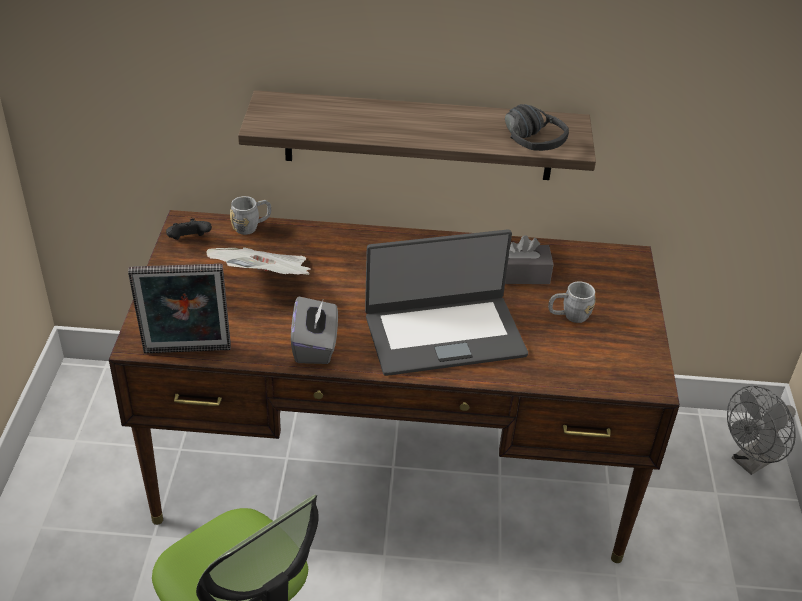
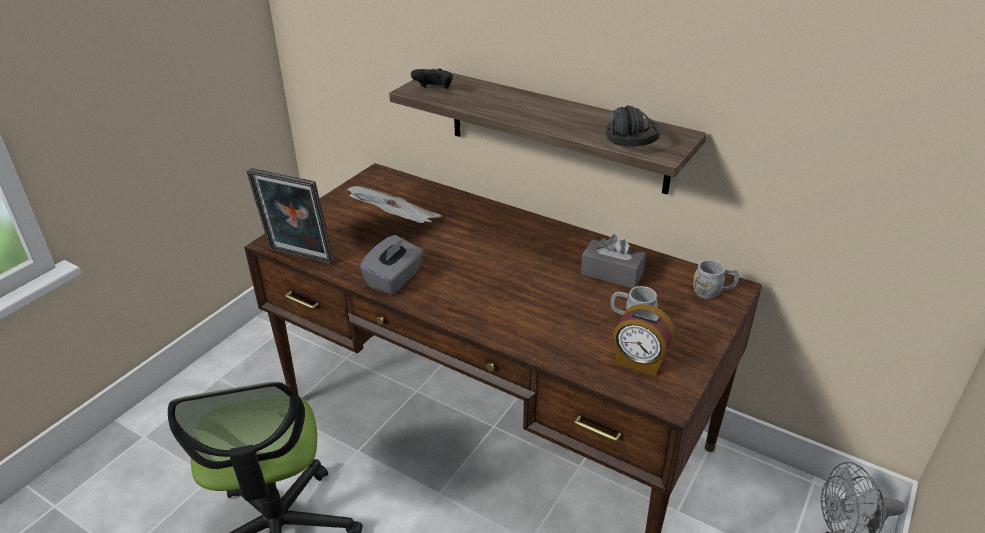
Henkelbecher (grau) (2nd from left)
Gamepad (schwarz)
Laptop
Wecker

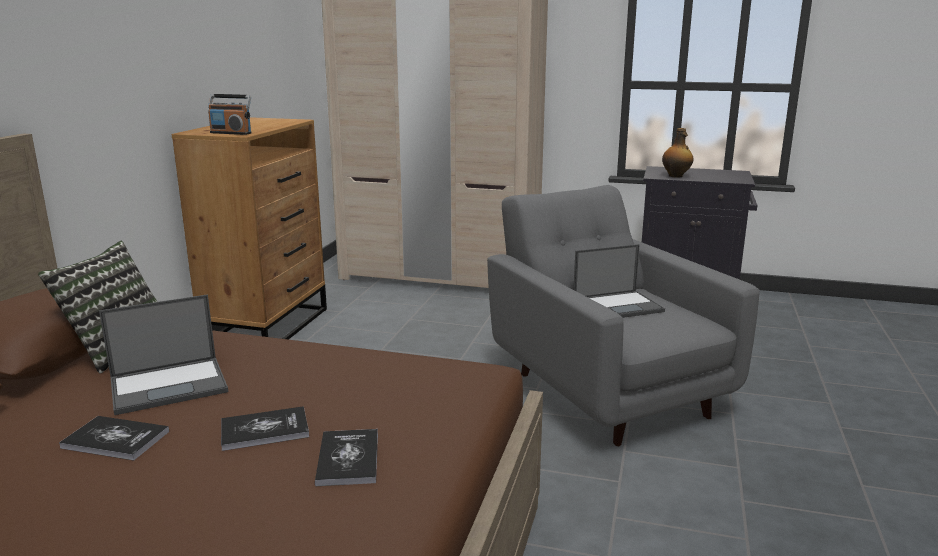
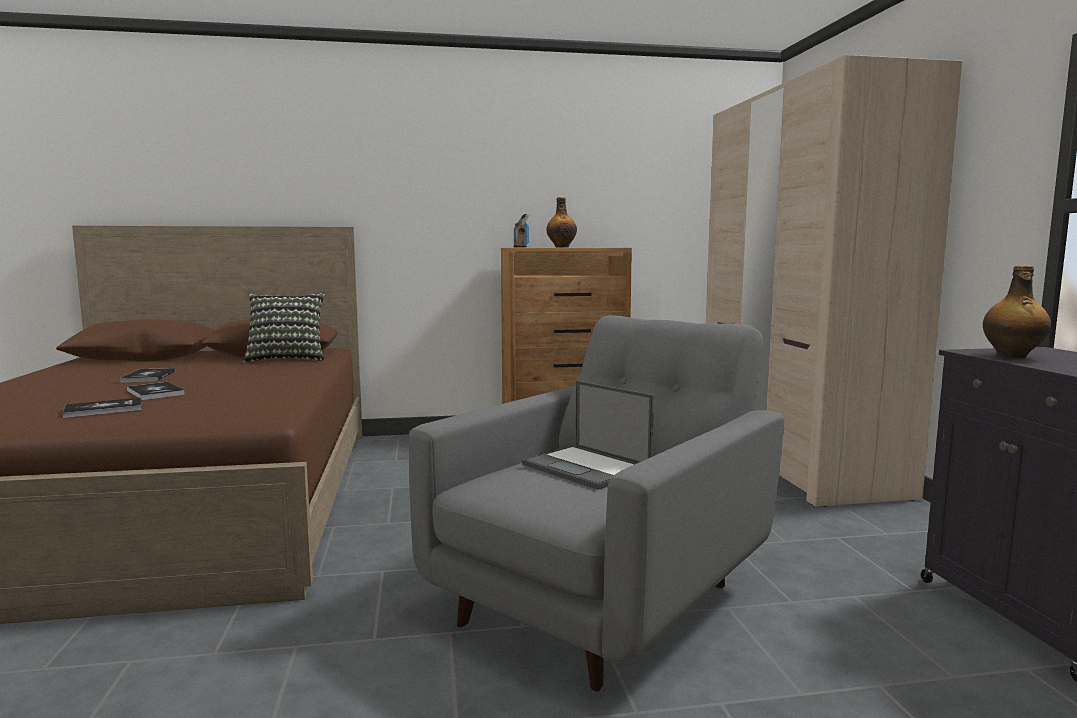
Laptop (1st from left in the first image)
Flasche (1st from left)

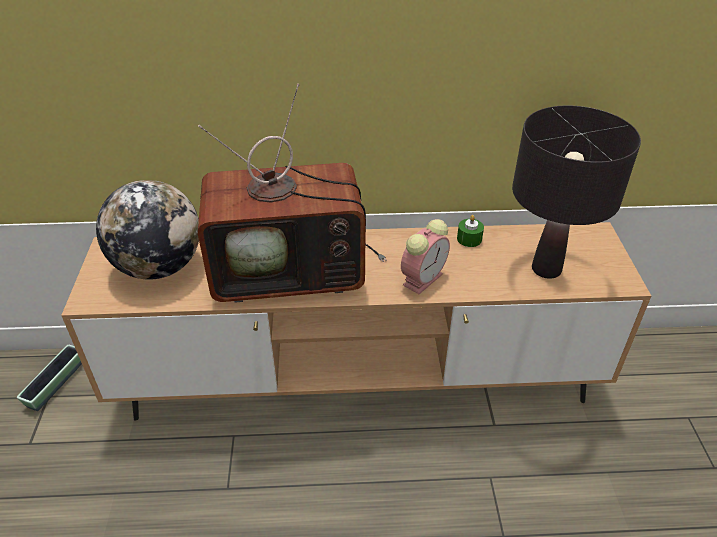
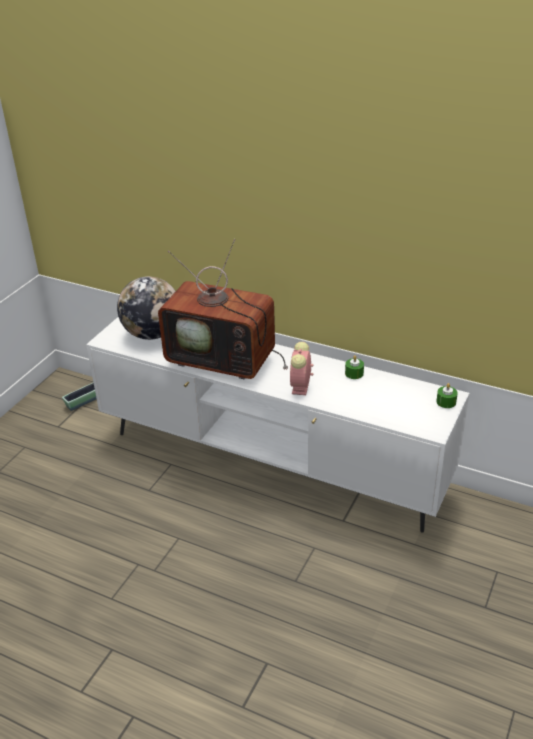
Tischlampe (schwarz)
Wecker
Fernsehschrank (weiß)
Kerze (grün) (2nd from left)

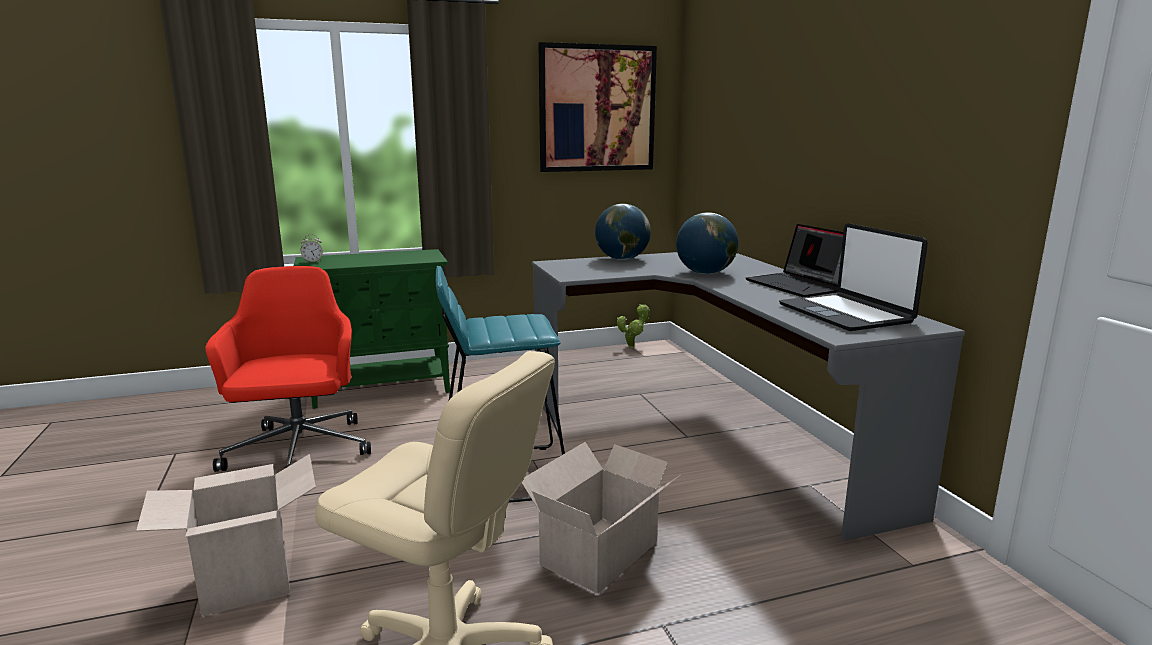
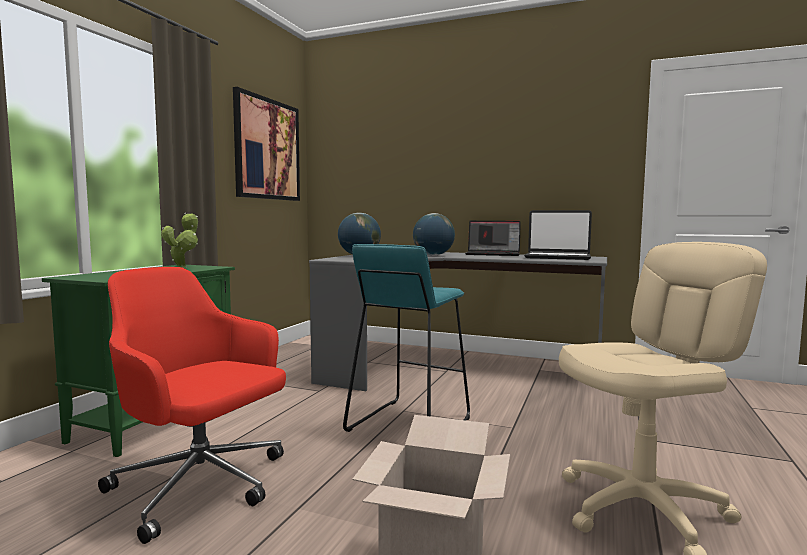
Wecker
Topfpflanze
Karton (2nd from left in the first image)

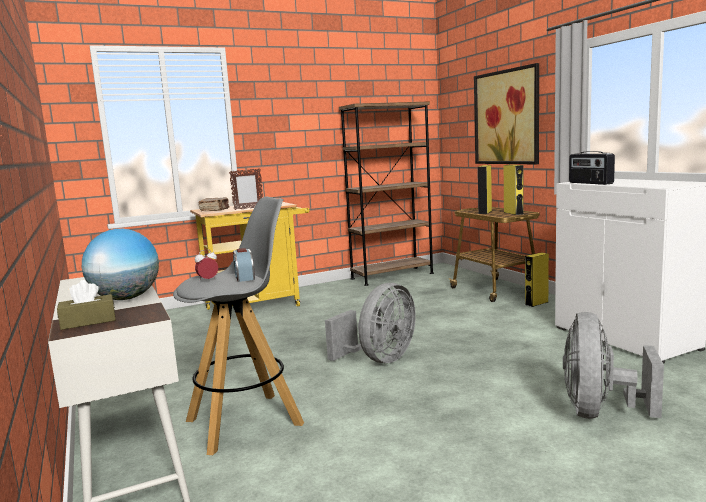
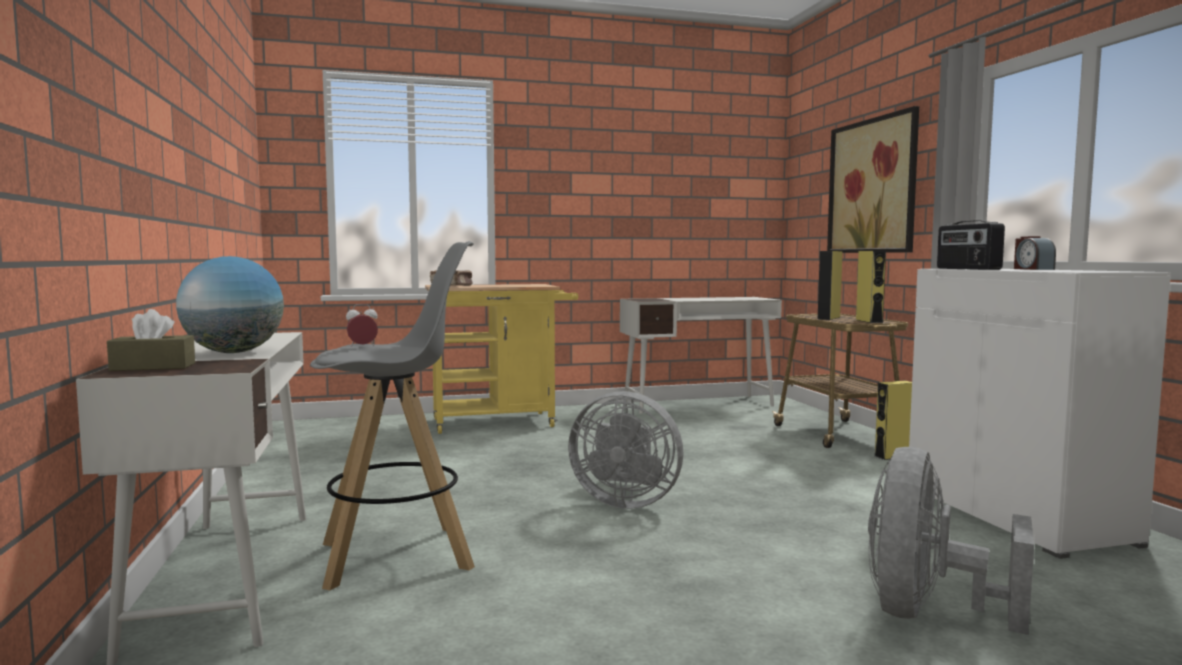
Schreibtisch (weiß) (2nd from left)
Bilderrahmen
Wecker (2nd from left)
Ventilator (grau) (1st from left)

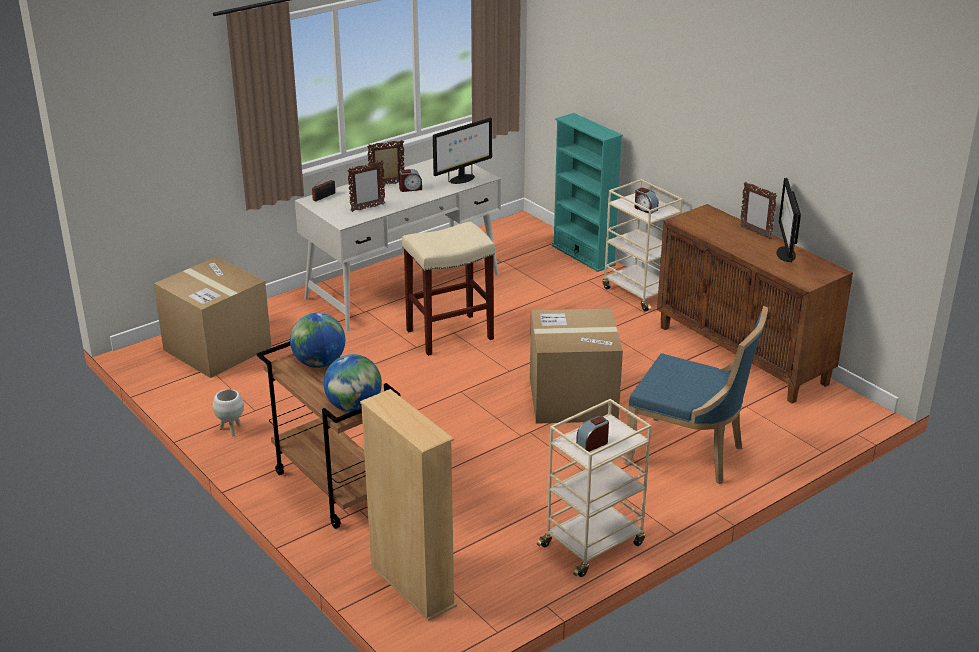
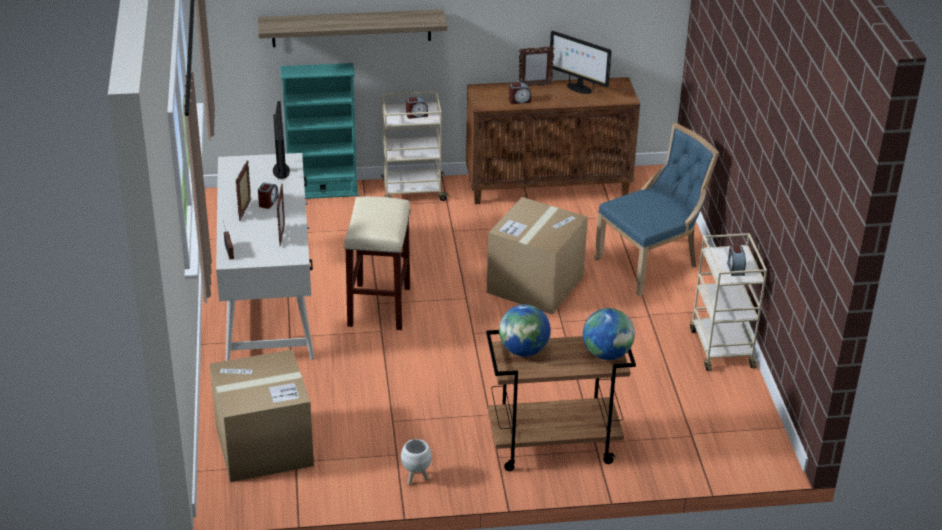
Bücherregal (beige)
Wandregal
Wecker (3rd from left)

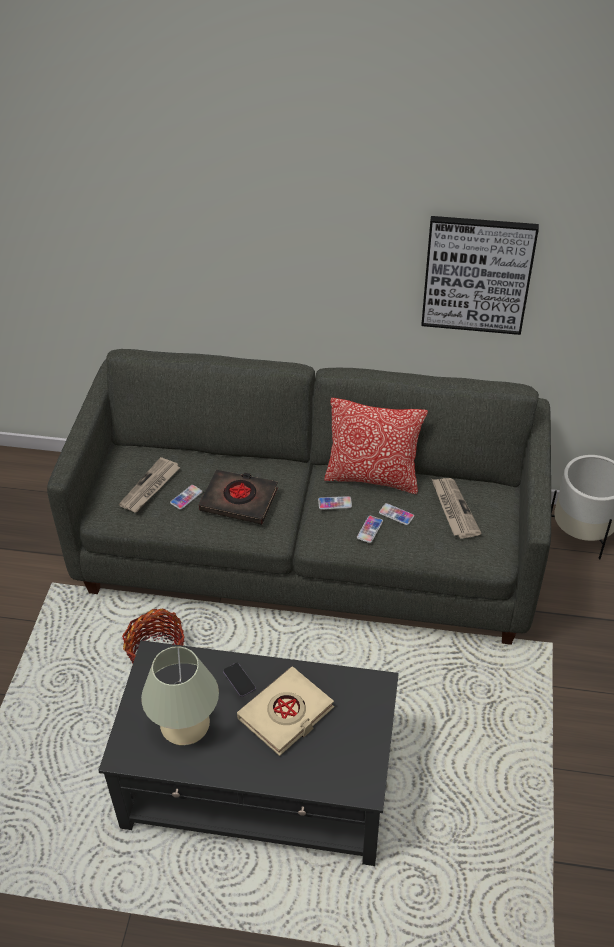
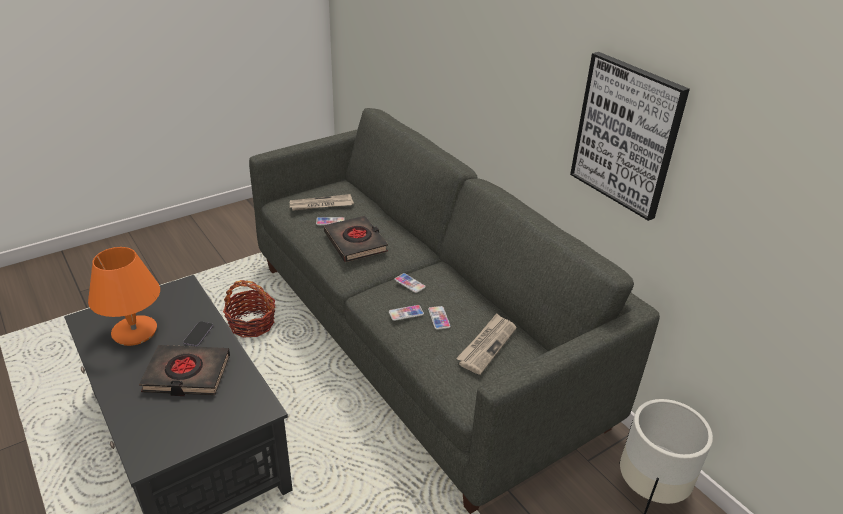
Kissen
Tischlampe (orange)
Buch (schwarz) (1st from left)

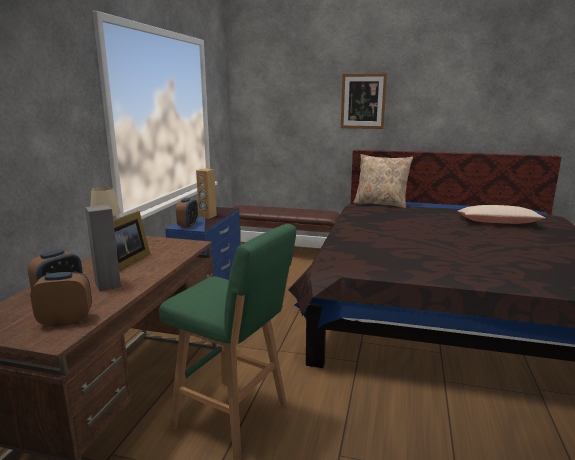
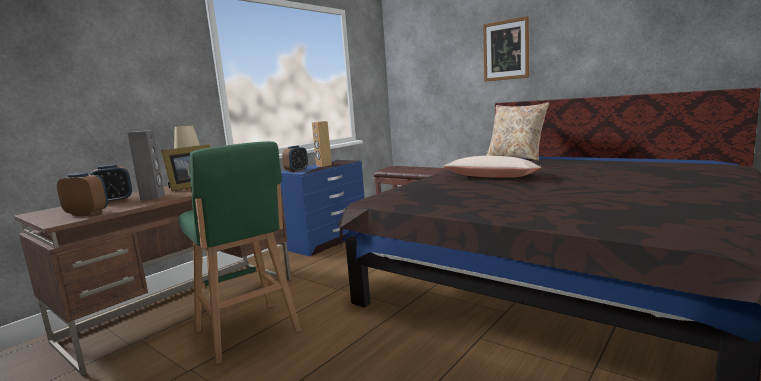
Kissen (beige) (1st from left)

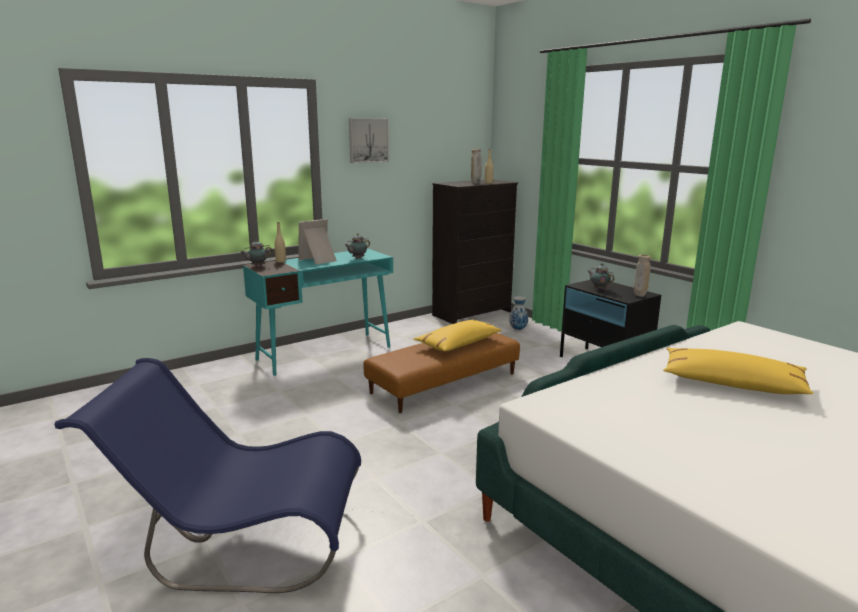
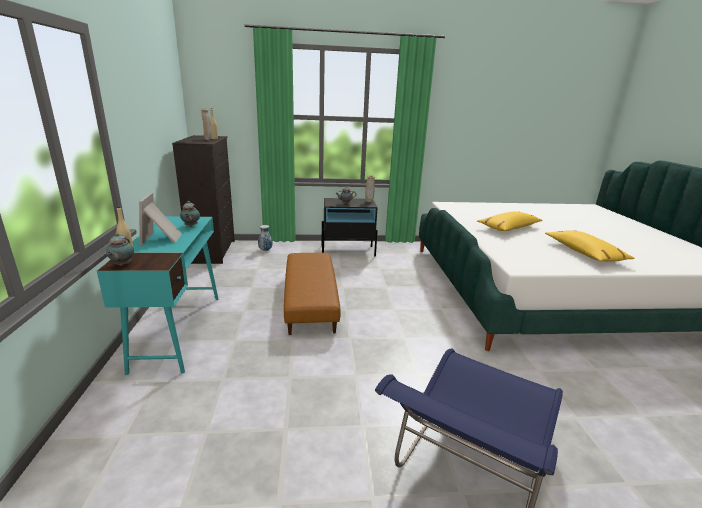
Bild
Kissen (gelb) (2nd from left)

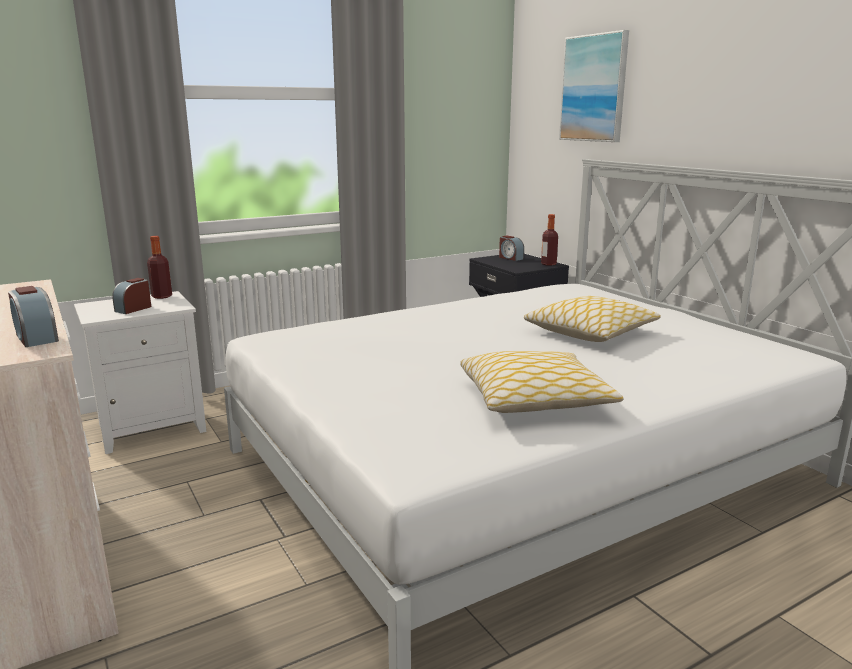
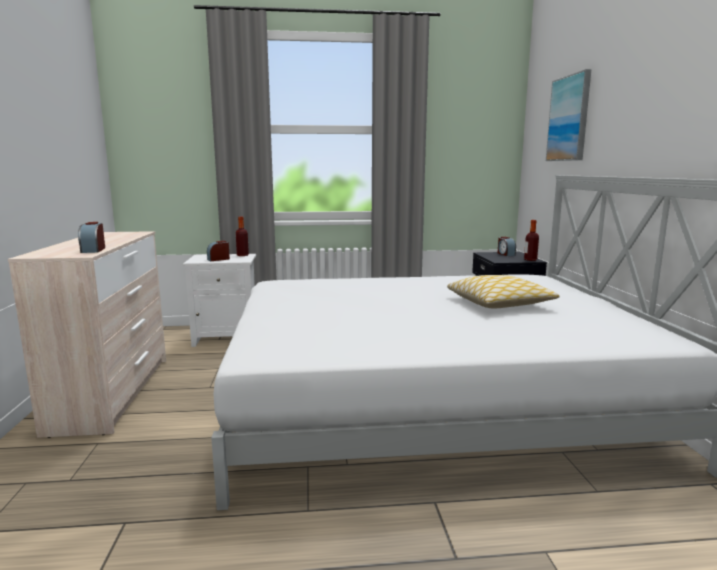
Kissen (1st from left in the first image)

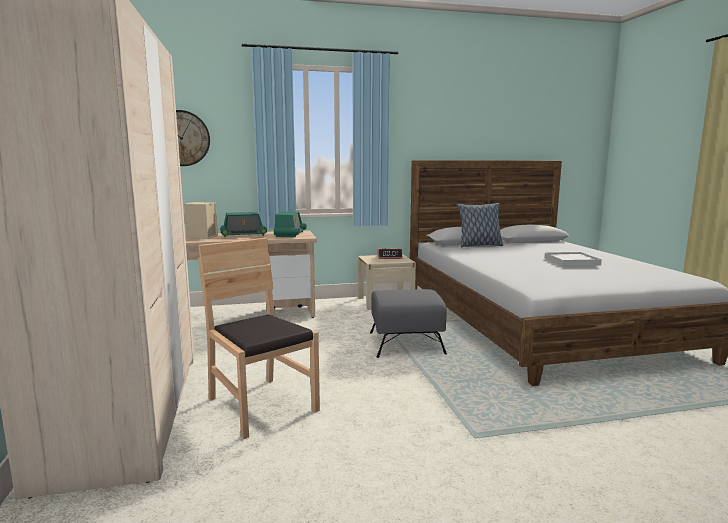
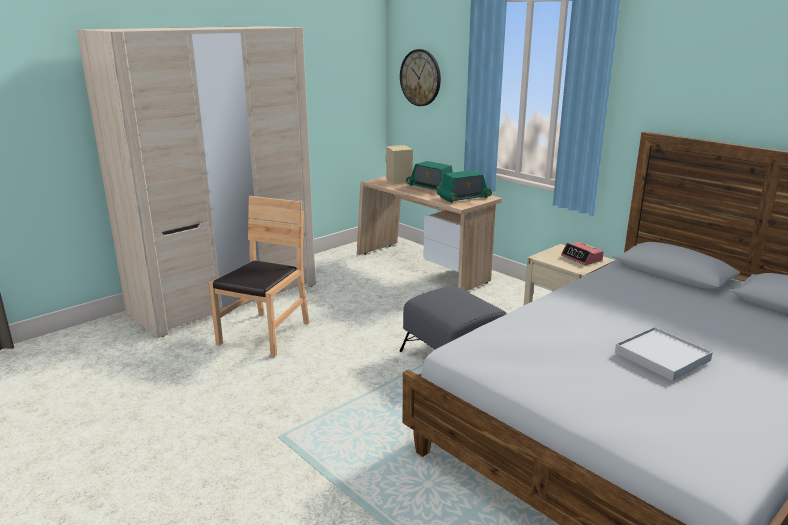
Kissen

